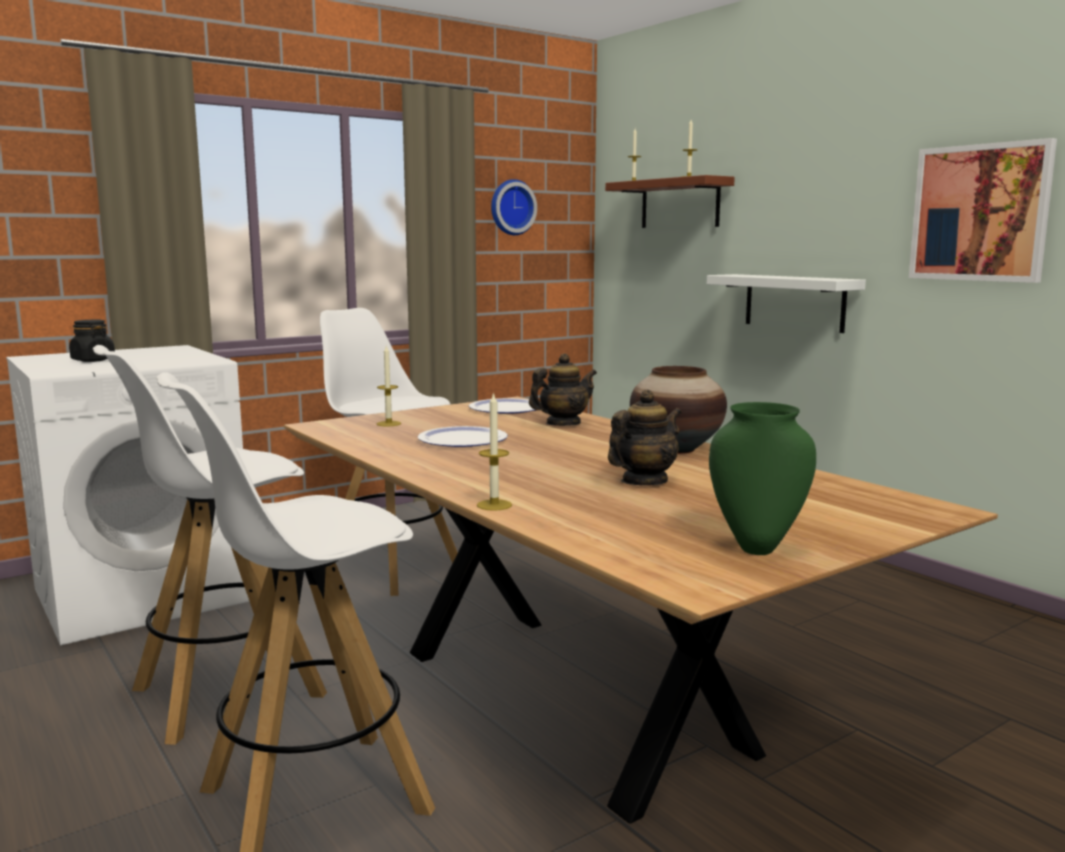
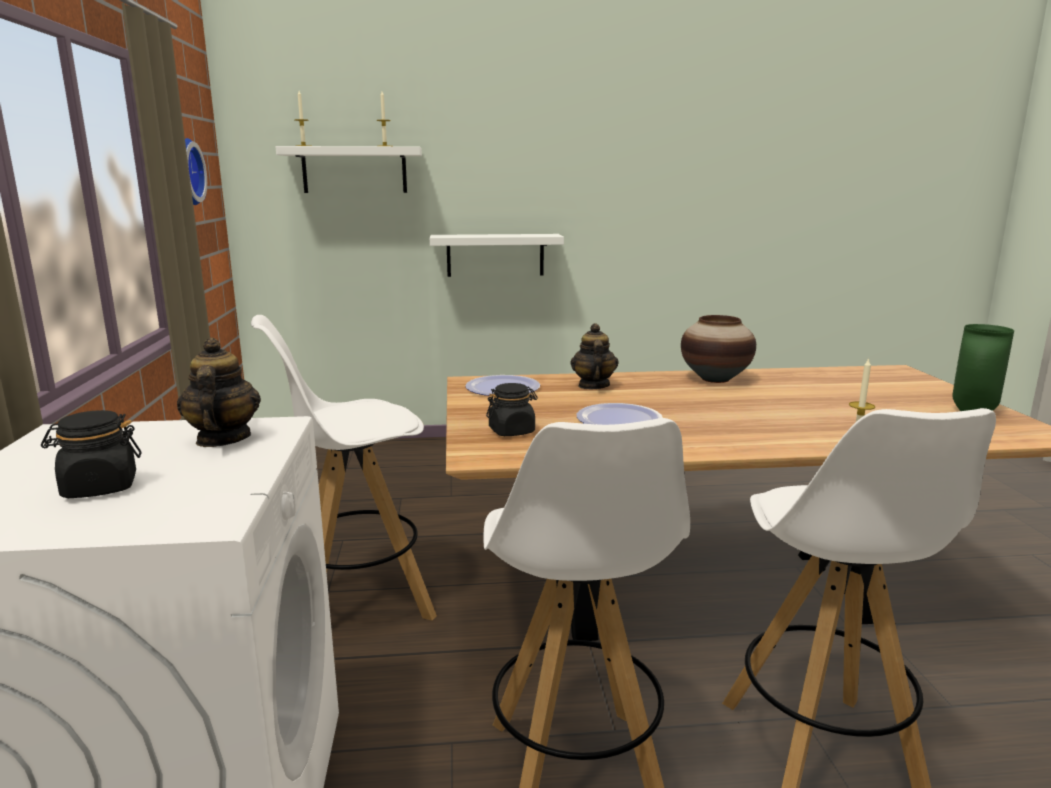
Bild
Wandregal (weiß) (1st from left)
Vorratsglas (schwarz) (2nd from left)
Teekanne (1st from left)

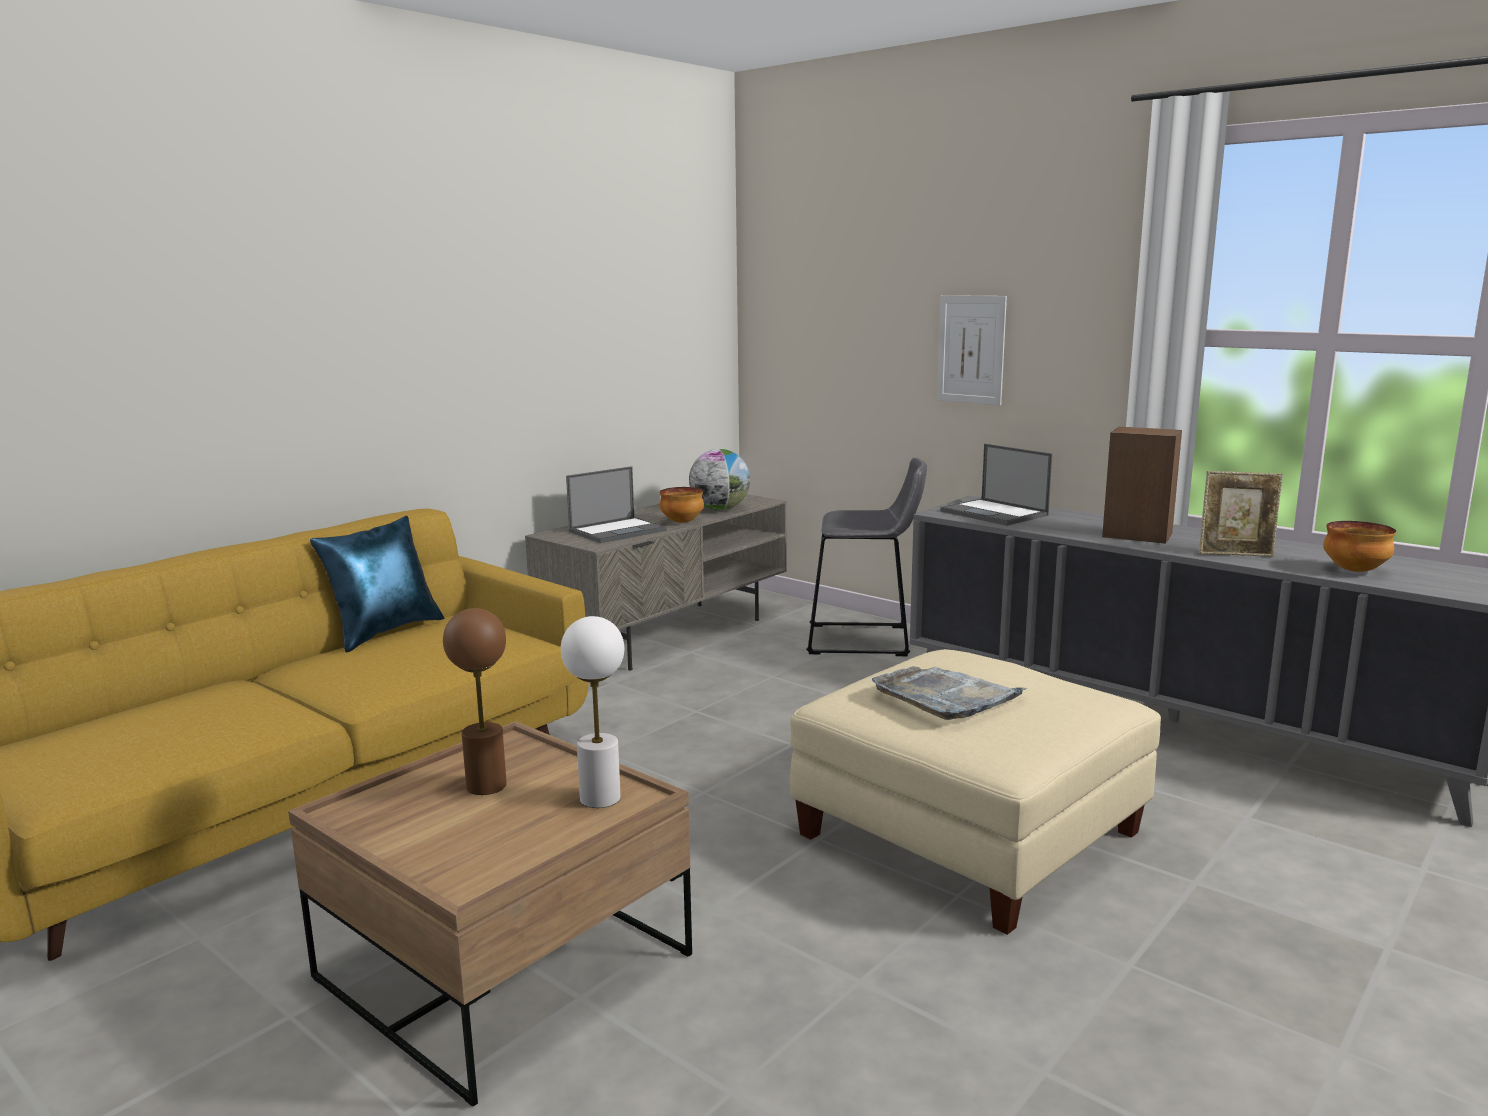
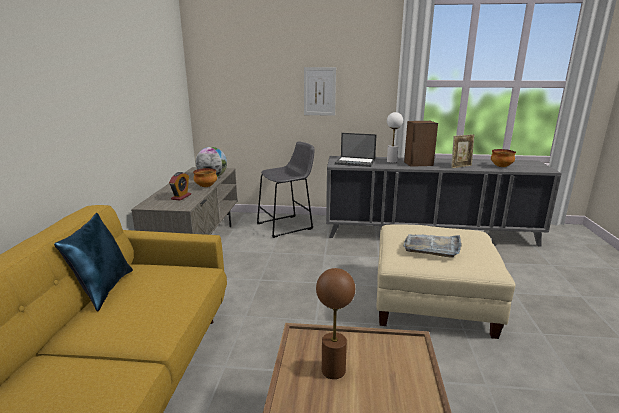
Wecker
Tischlampe (weiß)

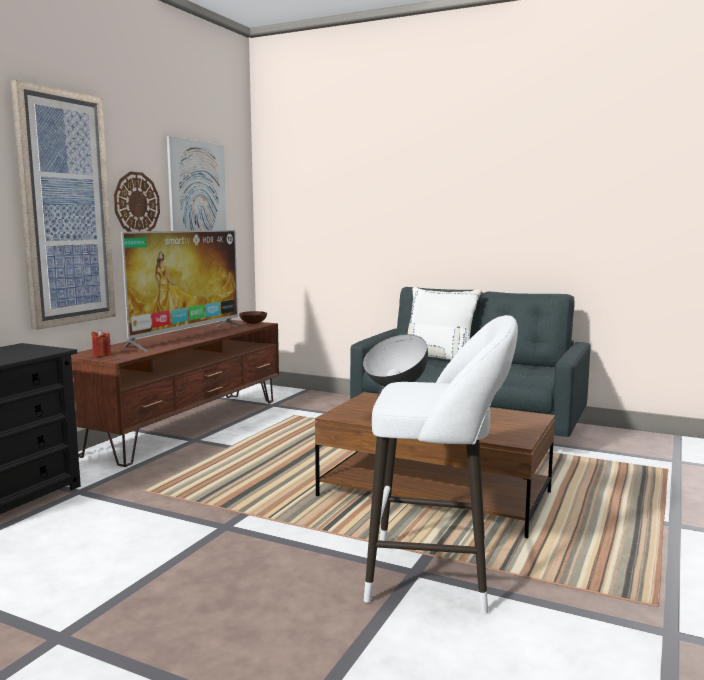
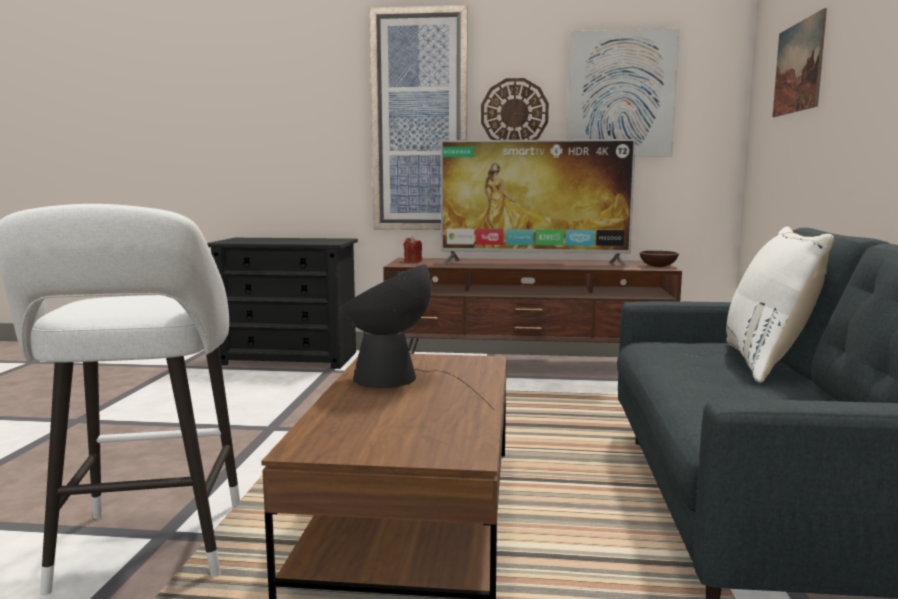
Bild (3rd from left)

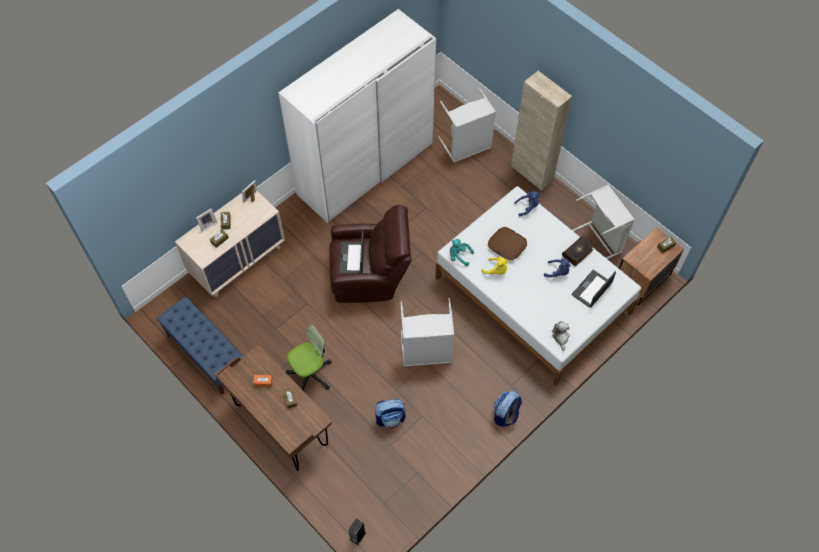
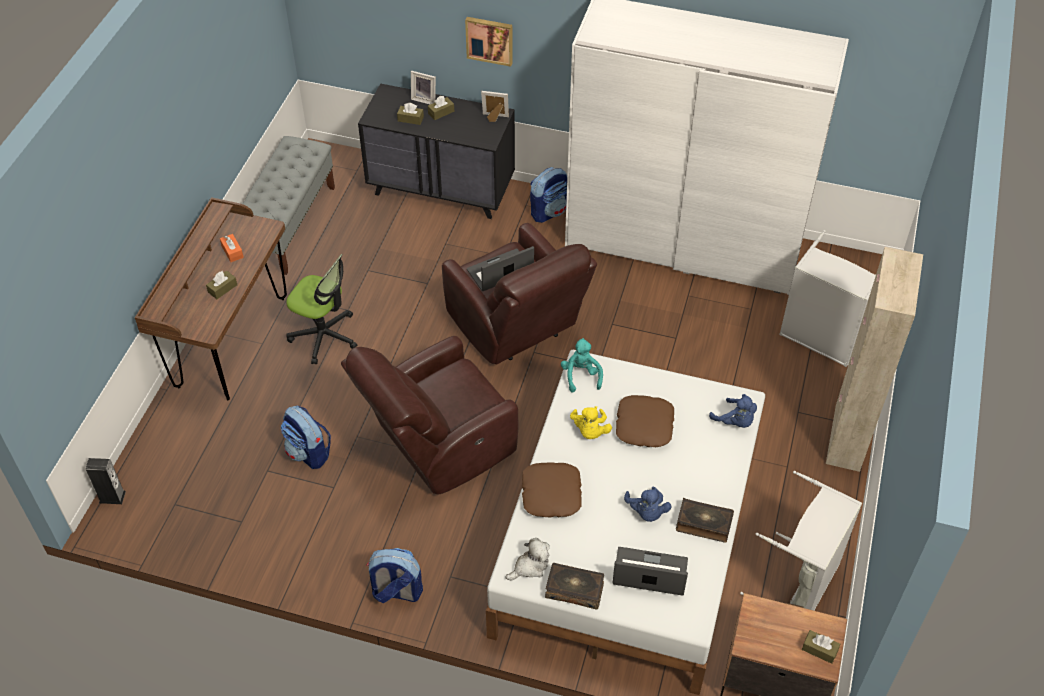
Kommode (schwarz)
Bank (grau)
Sessel (braun) (1st from left)
Bild
Rucksack (3rd from left)
Kissen (braun) (1st from left)
Buch (1st from left)

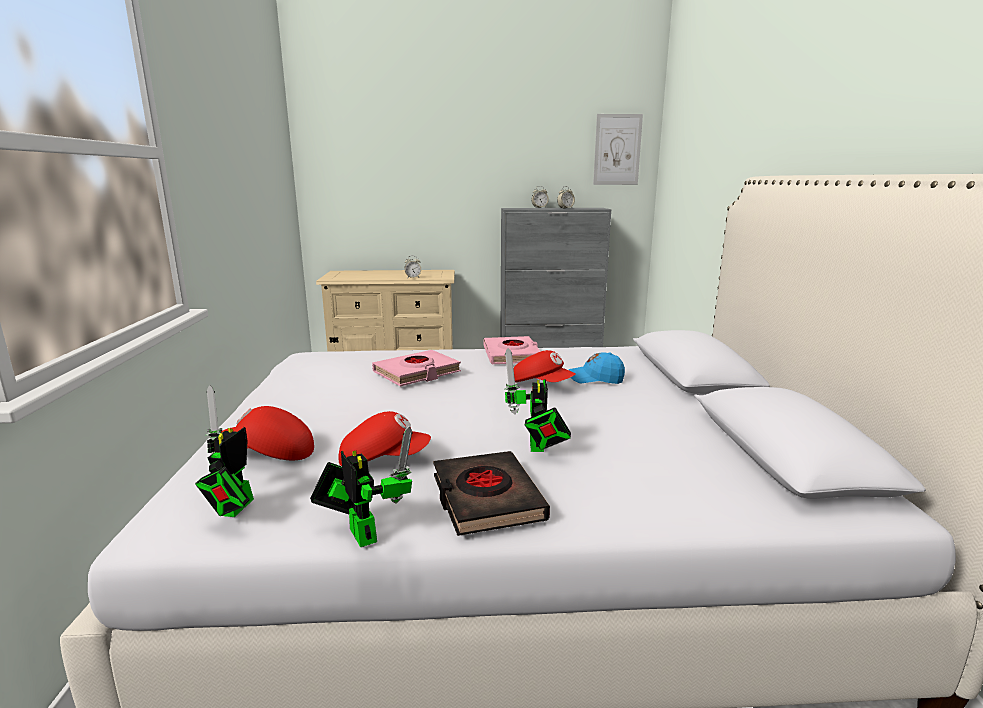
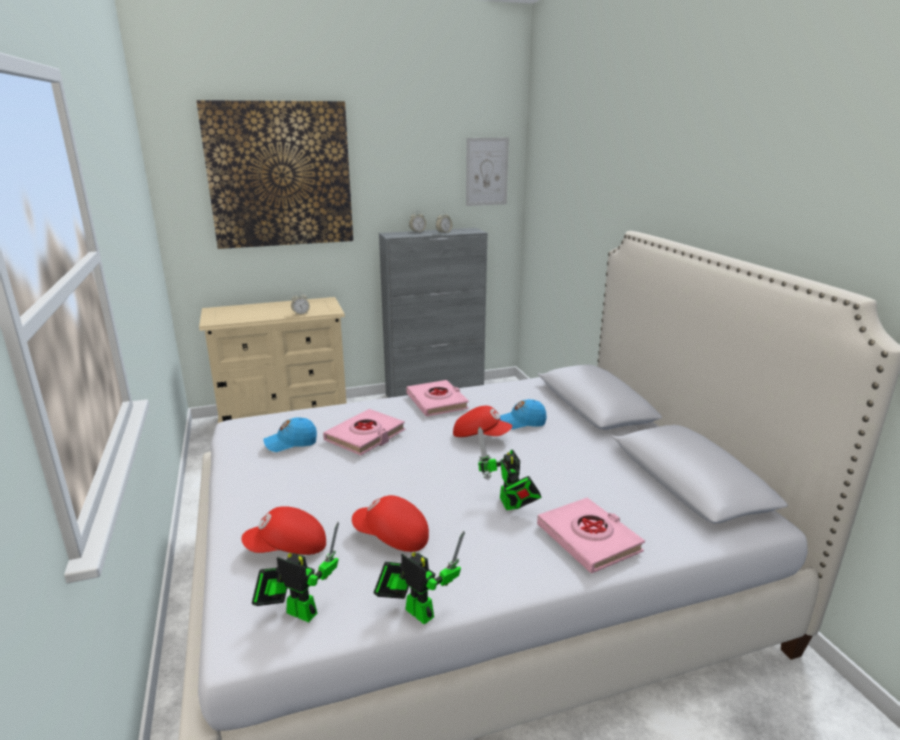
Spielzeugroboter (1st from left)
Kappe (rot) (2nd from left)
Buch (schwarz)
Bild (1st from left)
Kappe (blau) (1st from left)
Buch (rosa) (3rd from left)

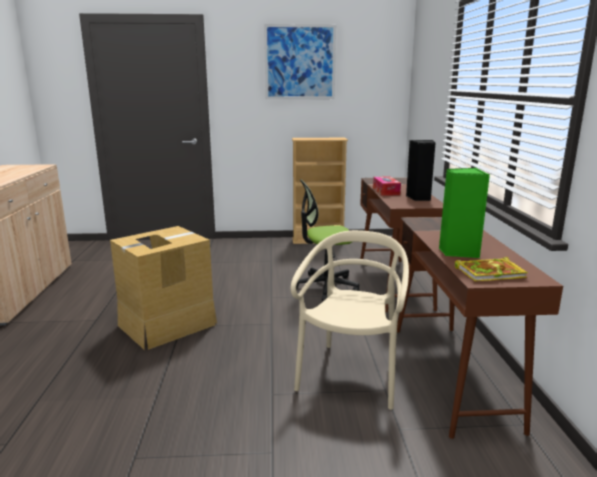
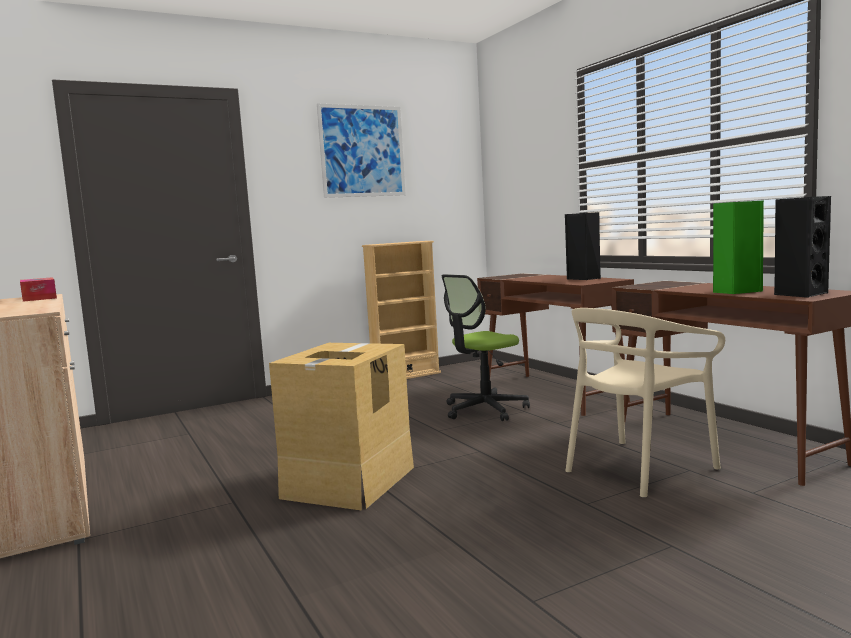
Taschentuchbox
Stuhl (beige)
Lautsprecher (schwarz) (2nd from left)

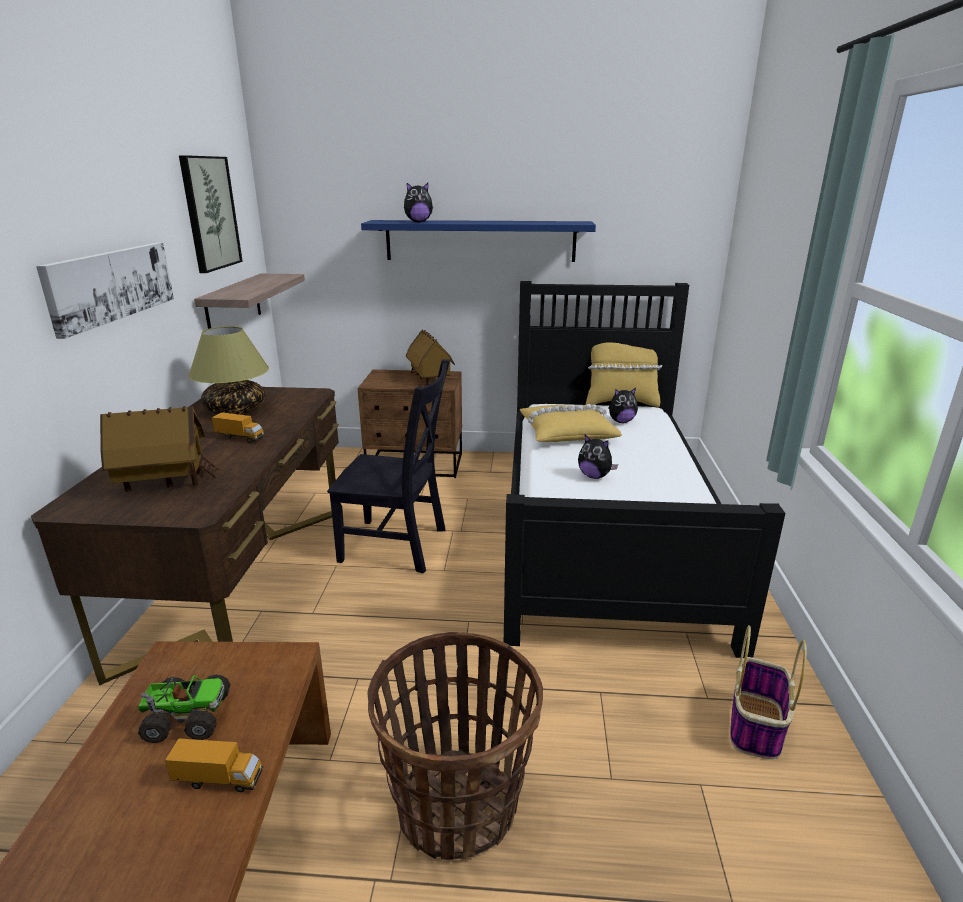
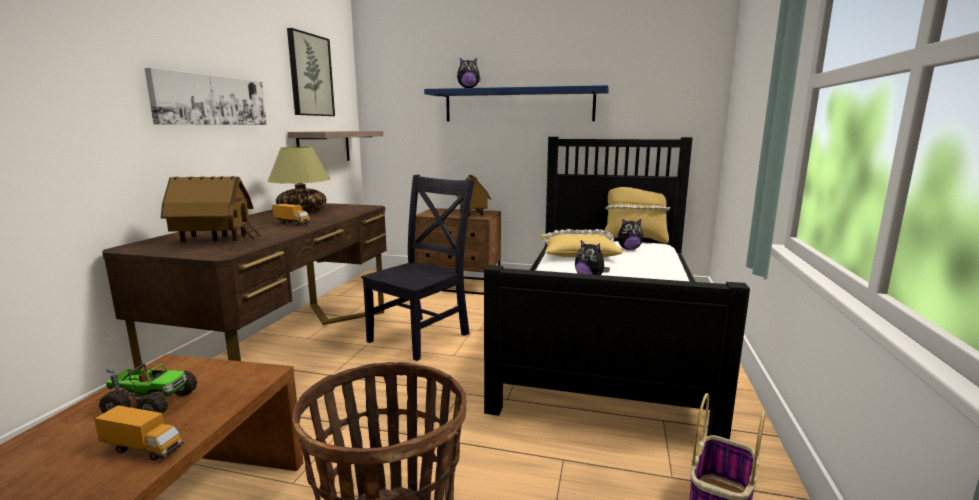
Stuhl (schwarz)

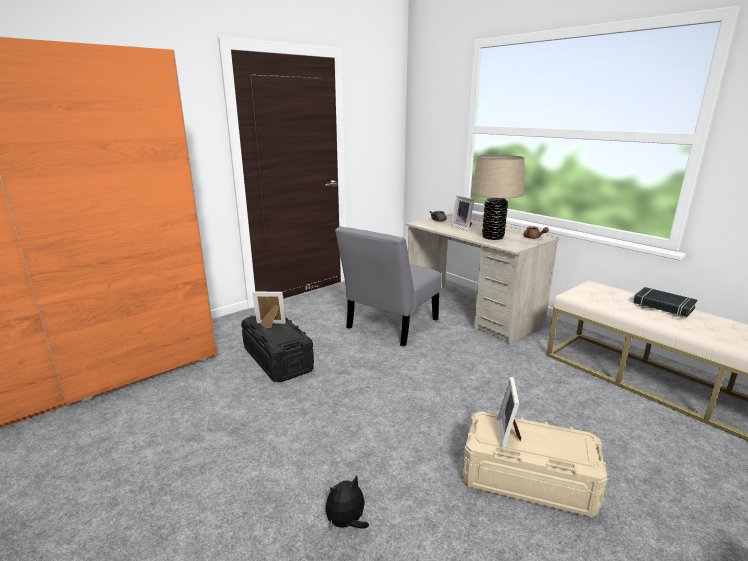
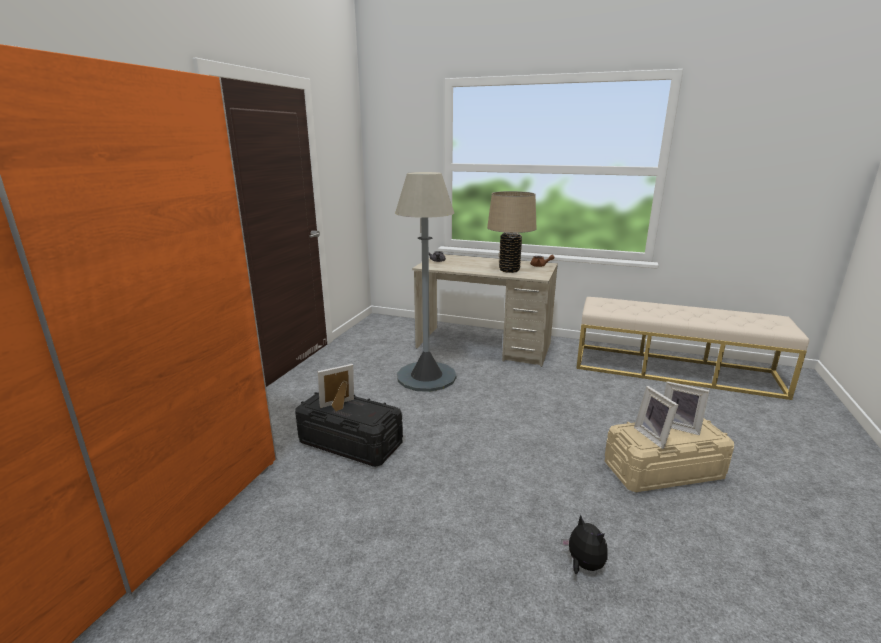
Bilderrahmen (3rd from left)
Stehlampe (grau)
Buch (schwarz)
Plüschtier

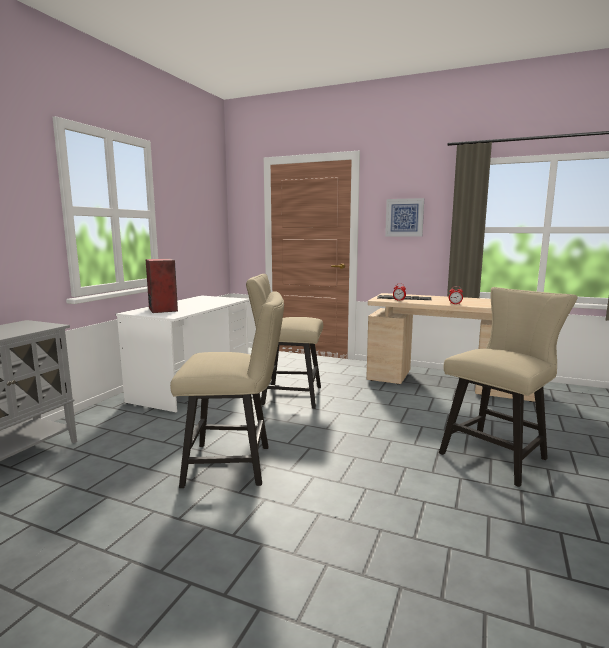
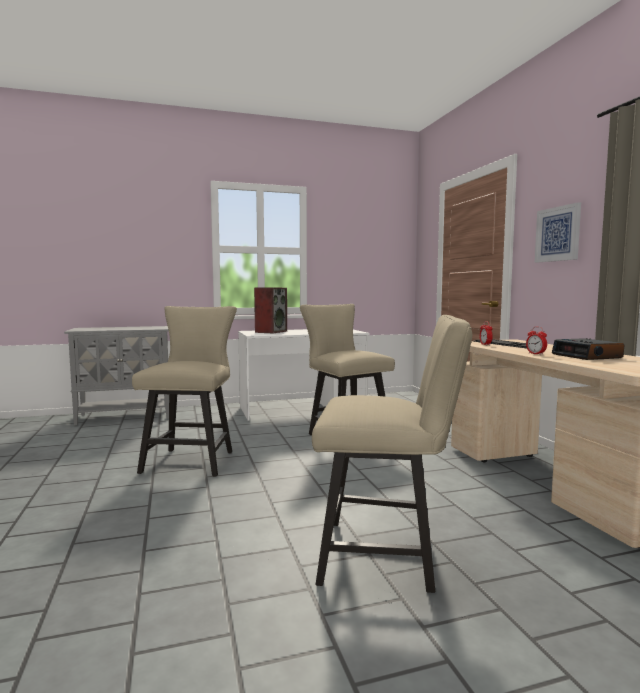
Stuhl (beige) (1st from left)
Wecker (3rd from left)

